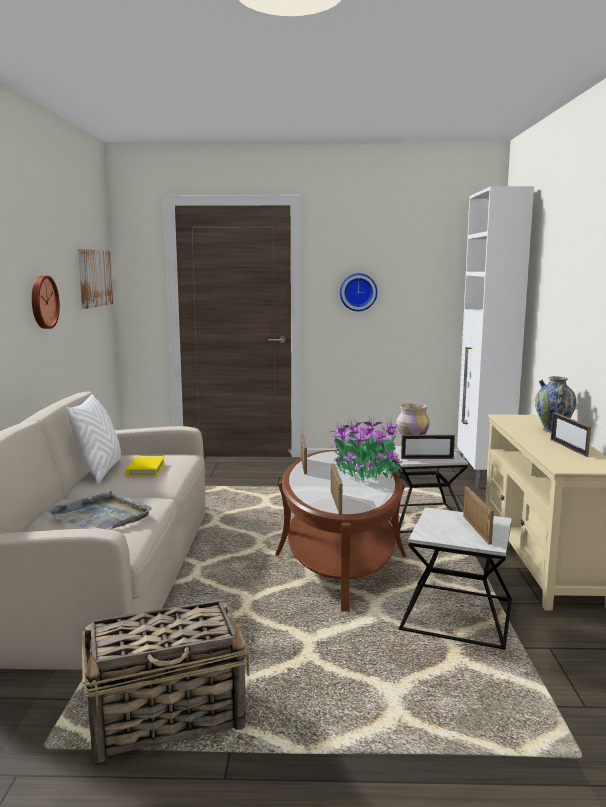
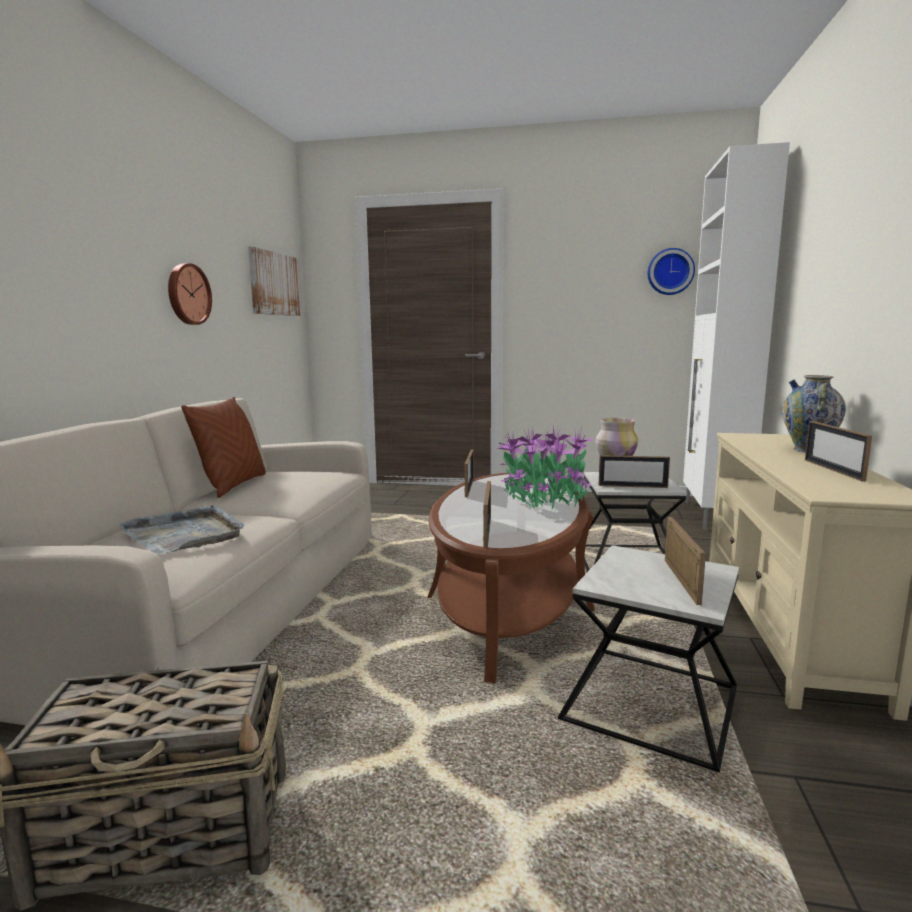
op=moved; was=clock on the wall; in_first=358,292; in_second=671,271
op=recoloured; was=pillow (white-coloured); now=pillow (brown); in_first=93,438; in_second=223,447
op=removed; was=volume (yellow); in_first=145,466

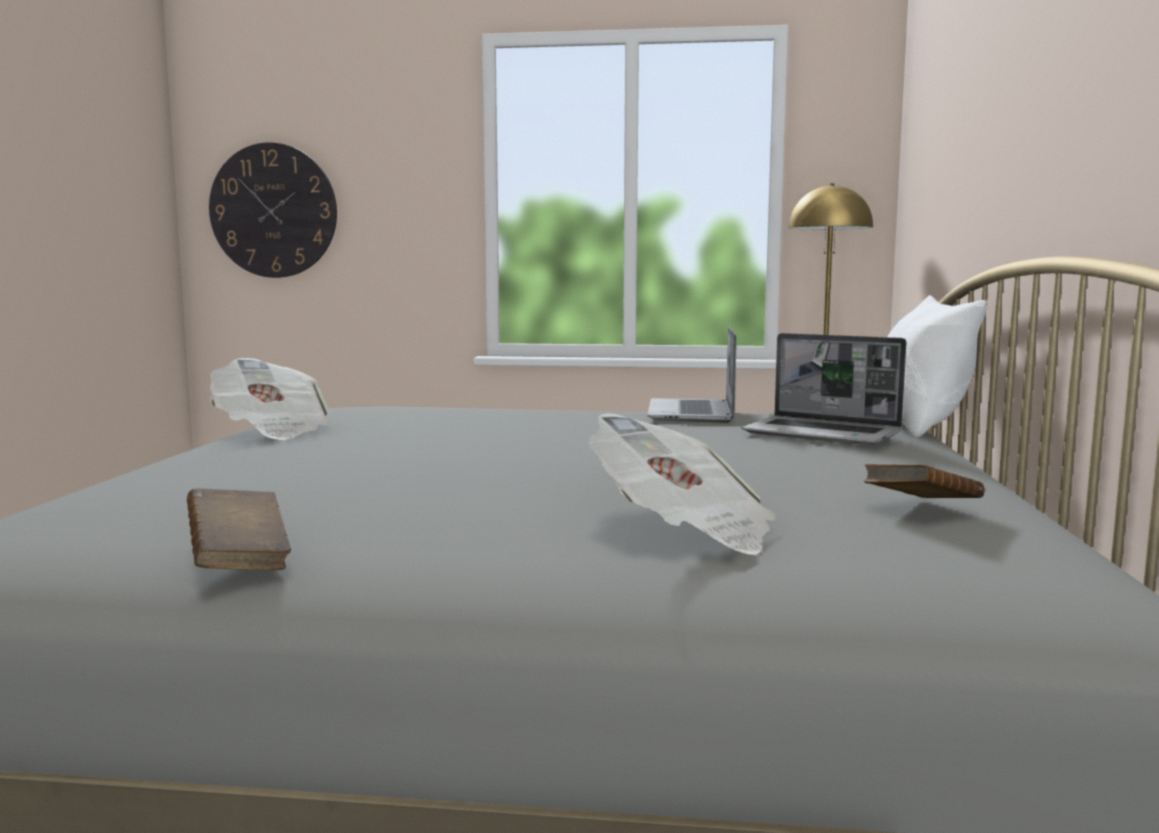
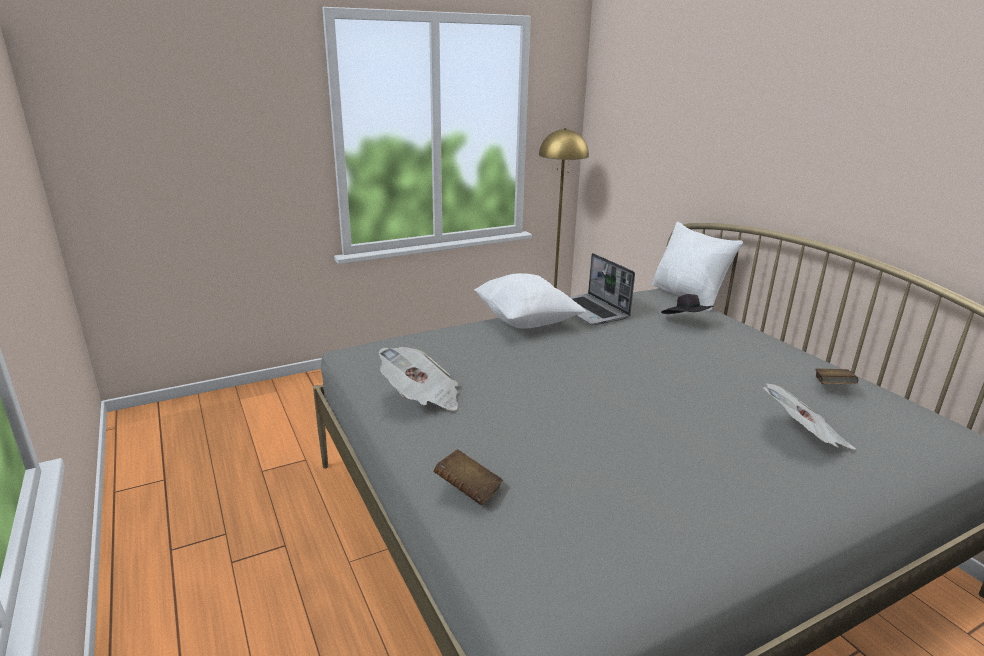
op=removed; was=clock on the wall; in_first=273,210
op=replaced; was=portable computer; now=hat (black-coloured); in_first=824,389; in_second=687,304
op=moved; was=volume (brown); in_first=239,529; in_second=468,477
op=added; now=pillow (white-coloured); in_second=530,301

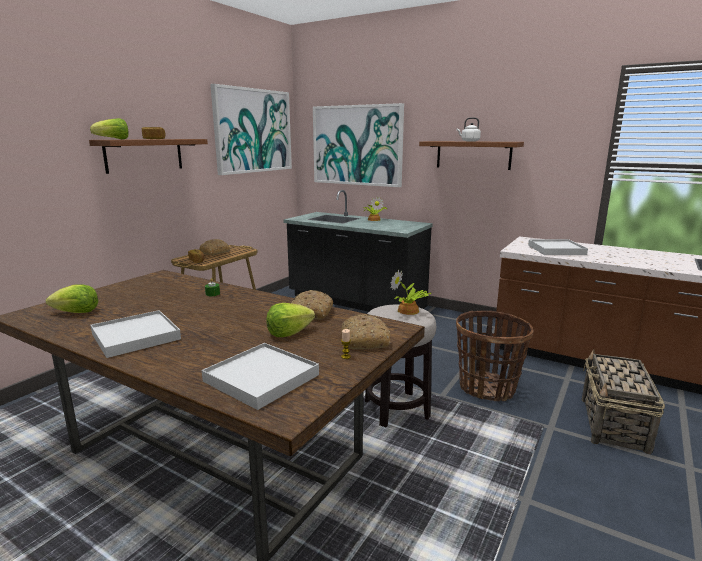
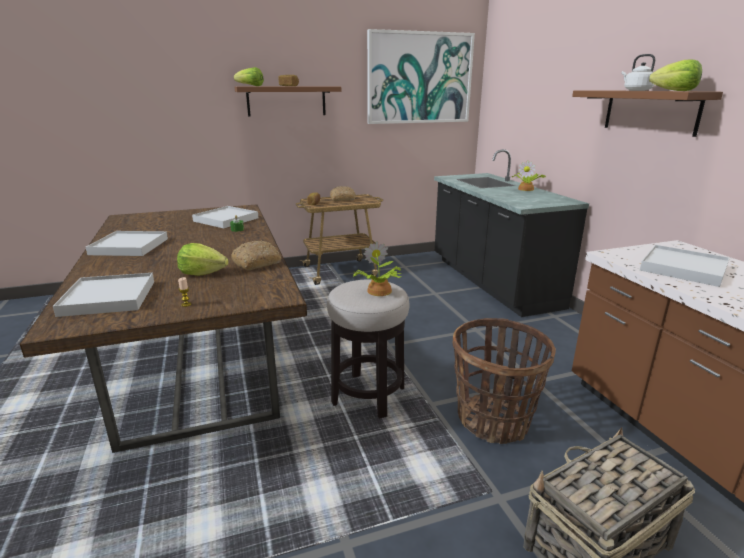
op=removed; was=wall picture; in_first=358,145
op=moved; was=head of lettuce; in_first=72,298; in_second=675,75
op=removed; was=bread; in_first=365,332
op=added; now=tray (white-coloured); in_second=225,217

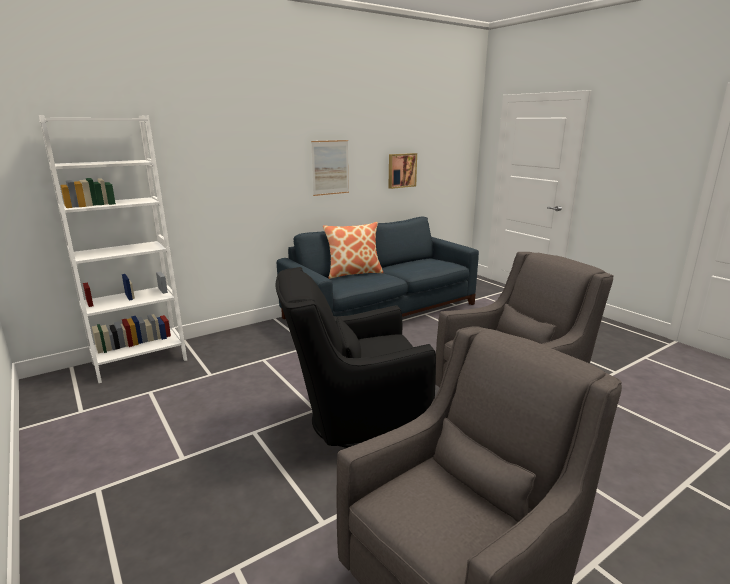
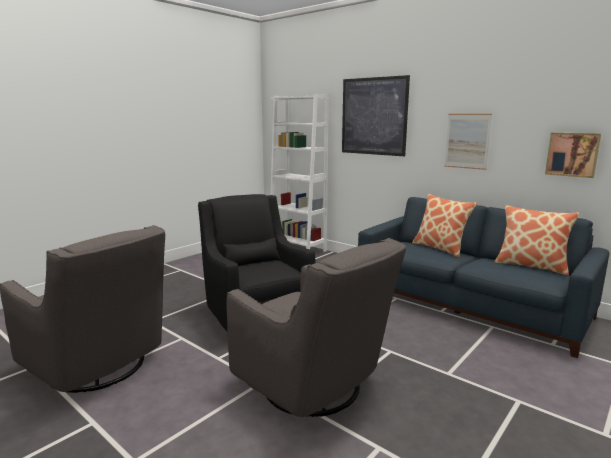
op=added; now=wall picture; in_second=376,115
op=added; now=pillow; in_second=537,240

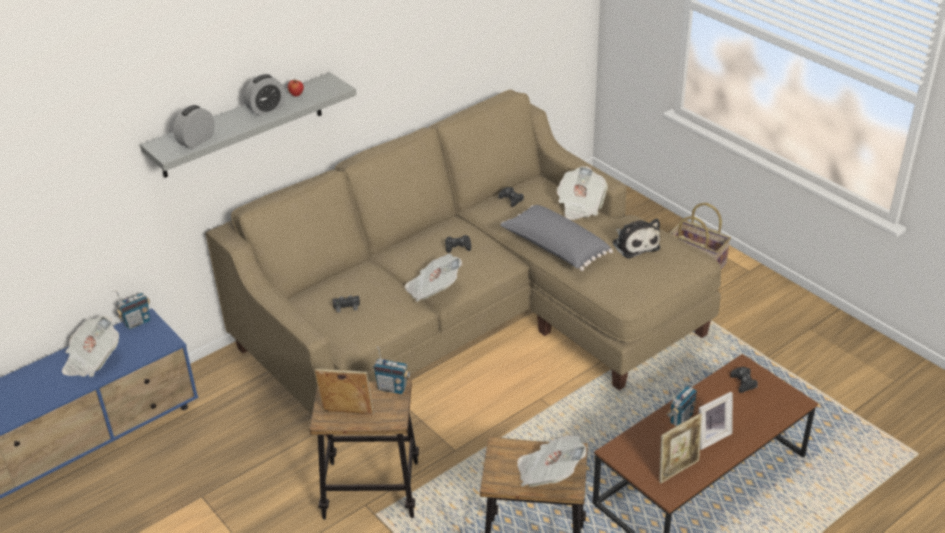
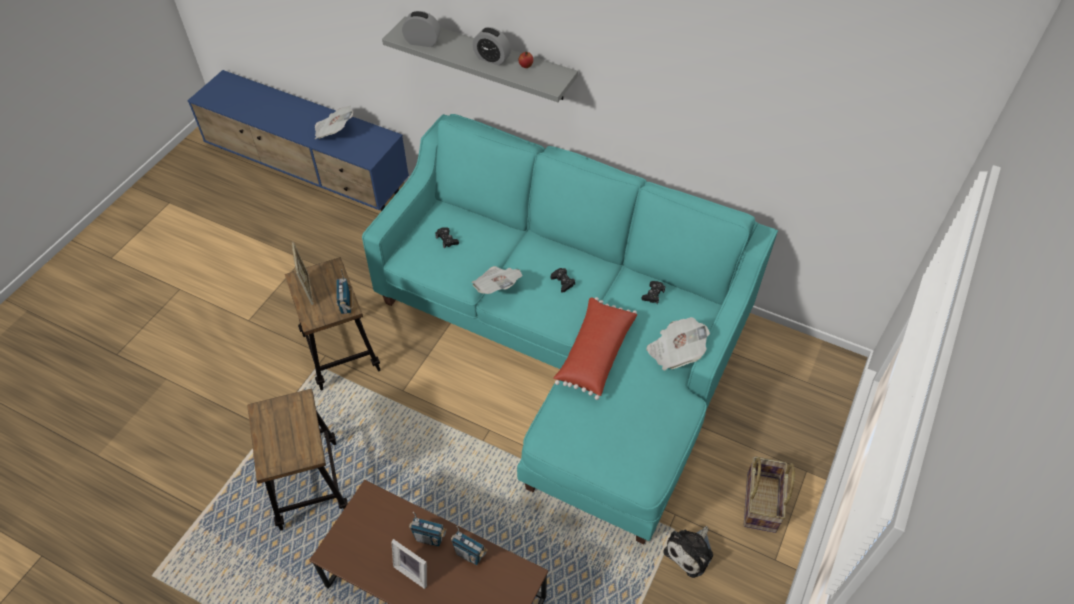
op=recoloured; was=couch (beige); now=couch (blue-green); in_first=463,263; in_second=570,329
op=recoloured; was=pillow (gray); now=pillow (reddish); in_first=556,238; in_second=595,348
op=moved; was=cuddly toy; in_first=636,239; in_second=688,552
op=moved; was=radio receiver; in_first=132,310; in_second=469,545
op=removed; was=gamepad (black-coloured); in_first=744,380
op=removed; was=picture frame; in_first=680,448
op=removed; was=daily paper; in_first=551,461

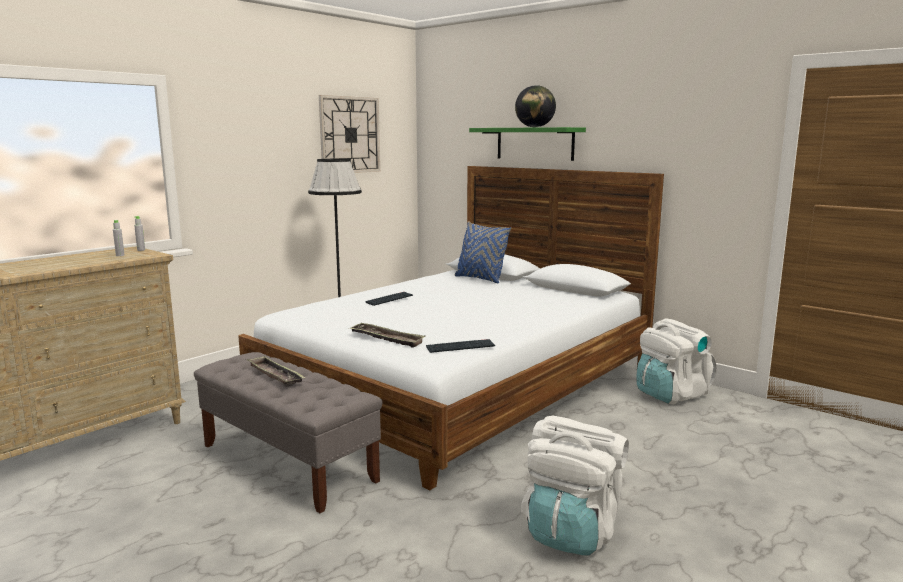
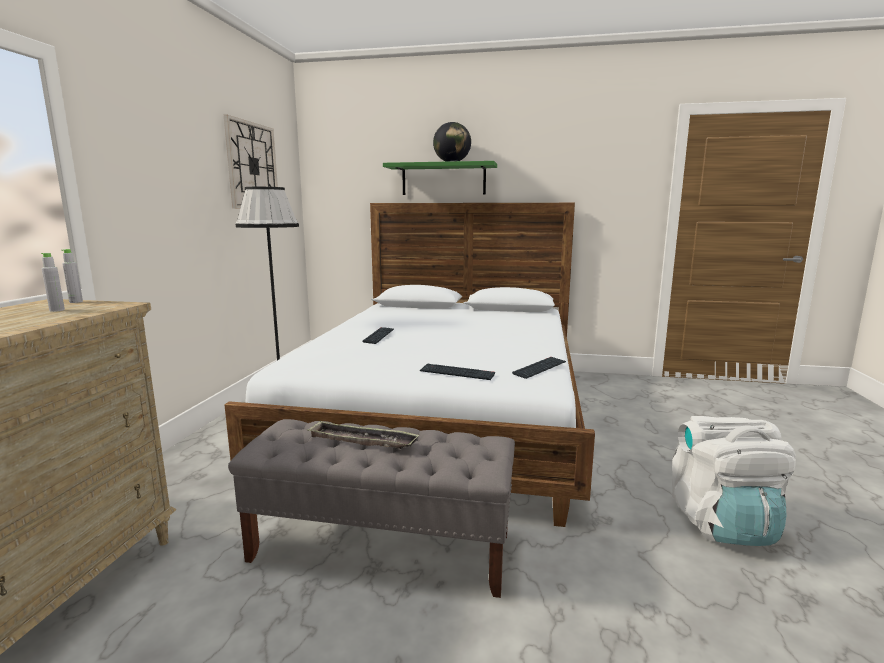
op=removed; was=pillow (bluish); in_first=483,252
op=removed; was=rucksack (white-coloured); in_first=677,361
op=replaced; was=tray; now=PC keyboard; in_first=387,335; in_second=457,372

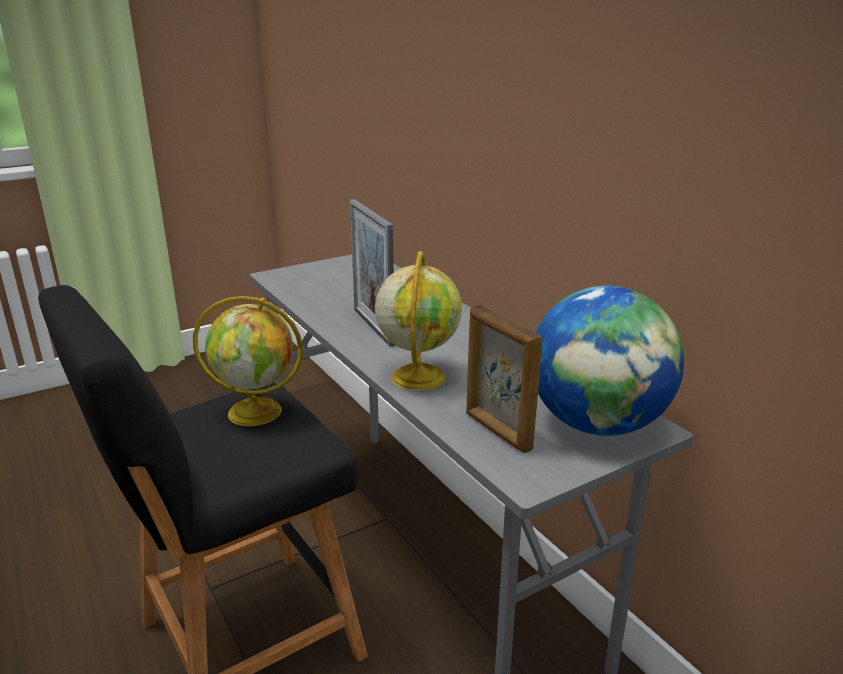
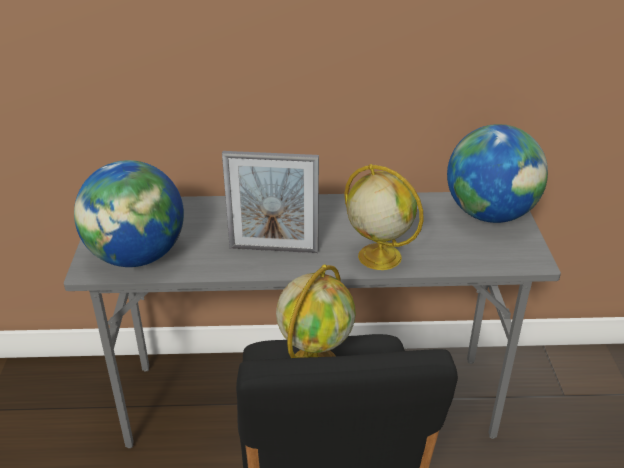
op=removed; was=picture frame; in_first=504,379
op=added; now=desk globe; in_second=129,213

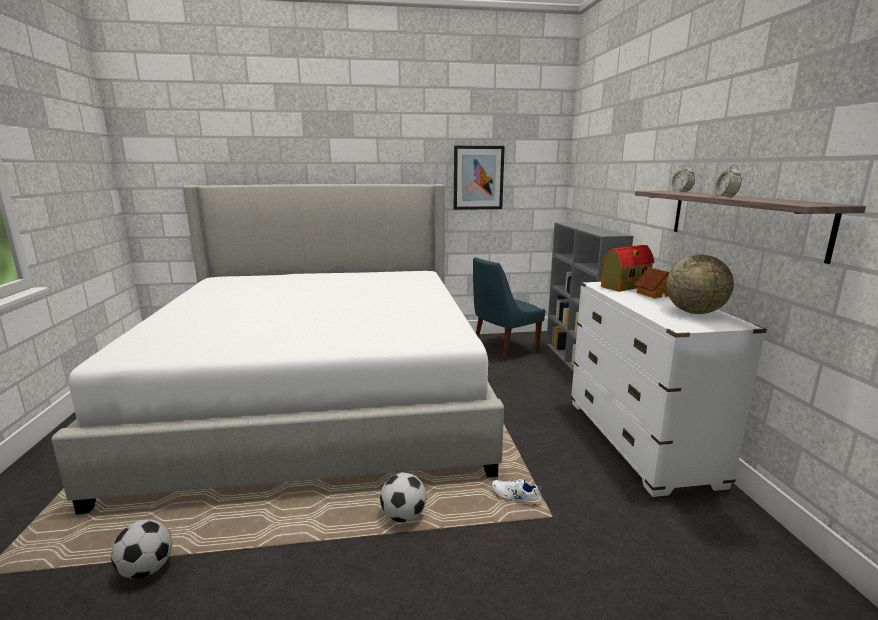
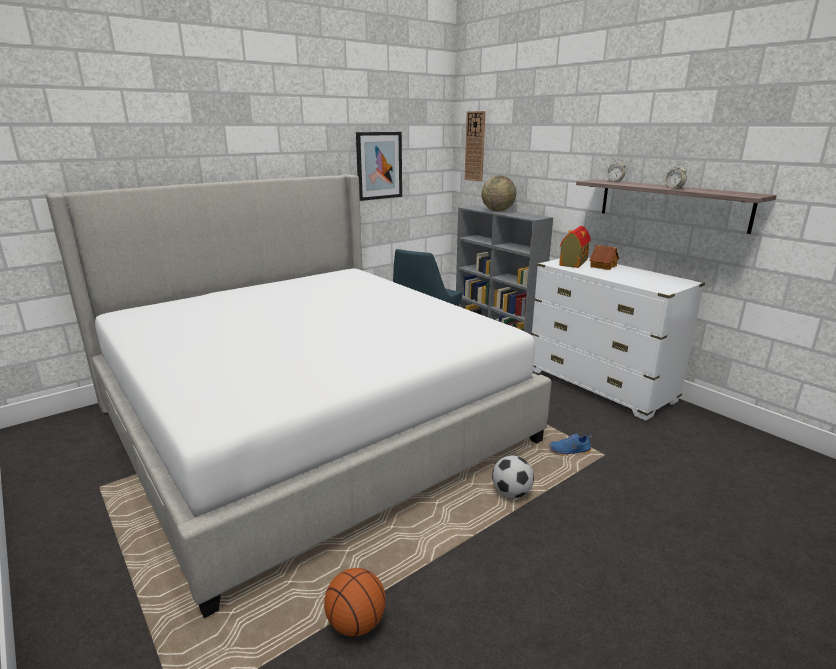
op=moved; was=desk globe; in_first=700,284; in_second=498,193
op=recoloured; was=shoe (white-coloured); now=shoe (bluish); in_first=517,493; in_second=570,444
op=replaced; was=ball for football; now=basketball ball; in_first=141,549; in_second=355,602
op=added; now=clock on the wall; in_second=475,146

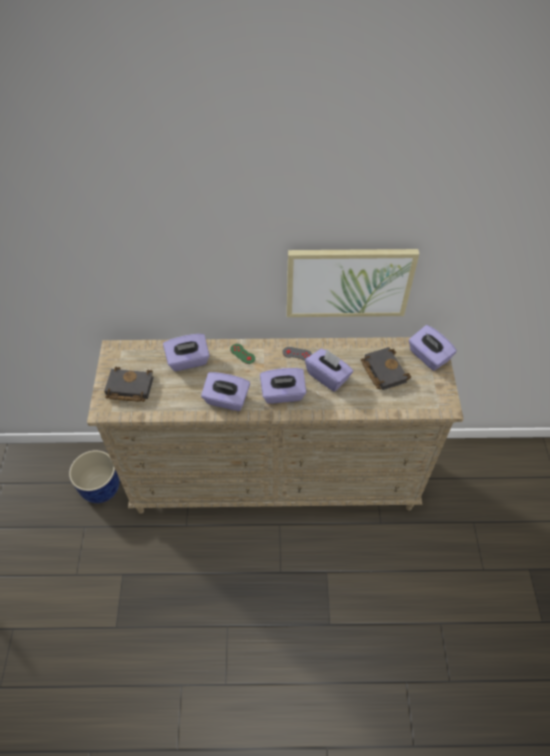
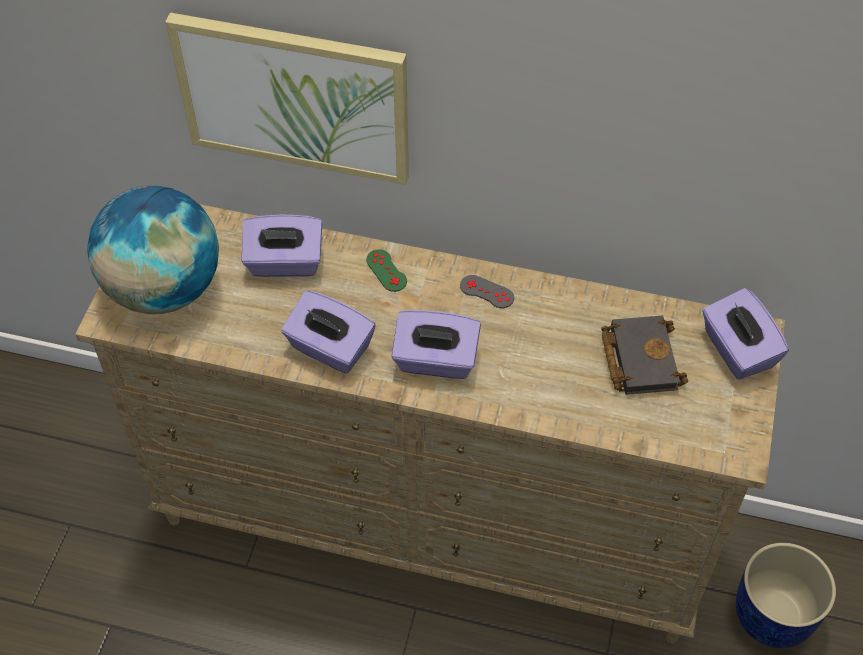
op=moved; was=wall picture; in_first=353,283; in_second=287,99
op=removed; was=tissue holder (purplish); in_first=329,370
op=replaced; was=volume (black-coloured); now=desk globe; in_first=129,384; in_second=153,250
op=moved; was=flower pot (bluish); in_first=94,476; in_second=786,595

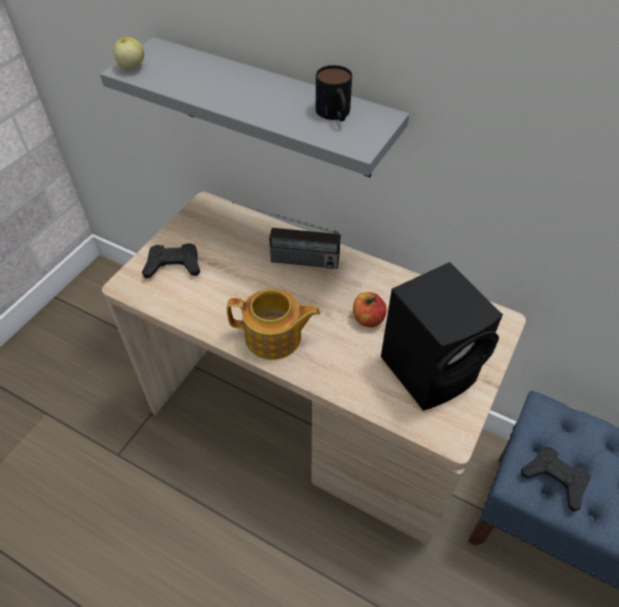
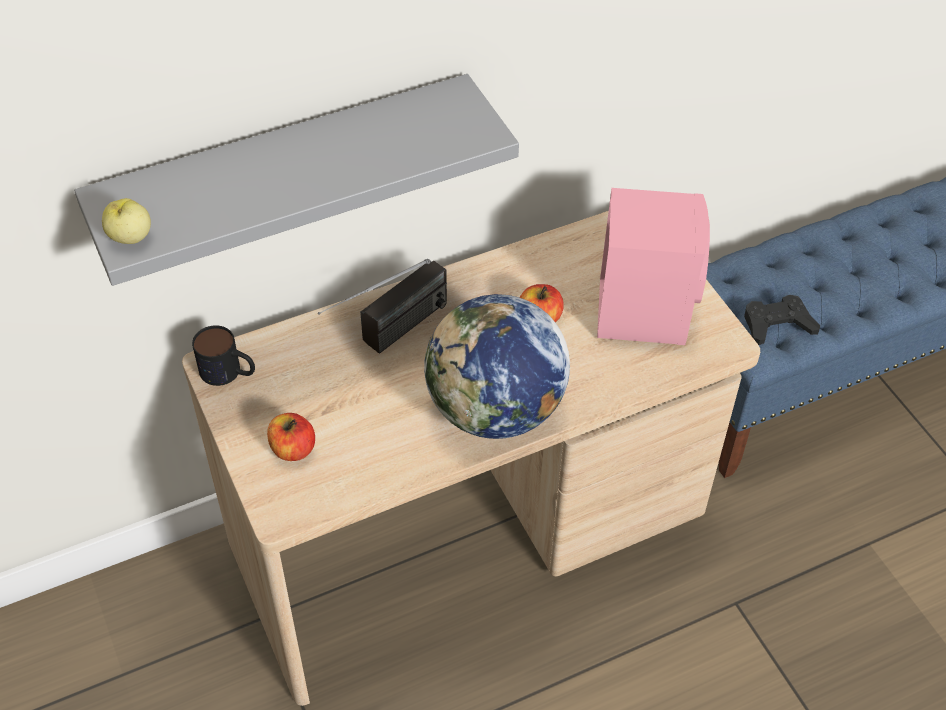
op=moved; was=mug; in_first=334,93; in_second=223,355
op=replaced; was=gamepad (black-coloured); now=apple; in_first=171,261; in_second=291,437
op=recoloured; was=speaker (black-coloured); now=speaker (pinkish); in_first=442,336; in_second=653,266
op=replaced; was=pot for tea; now=desk globe; in_first=273,324; in_second=497,366

